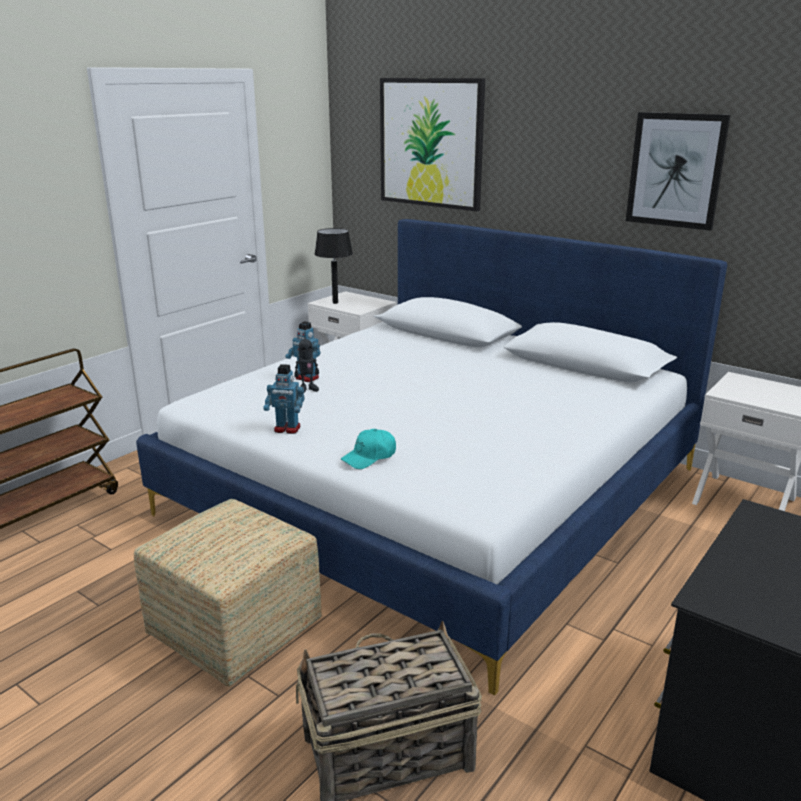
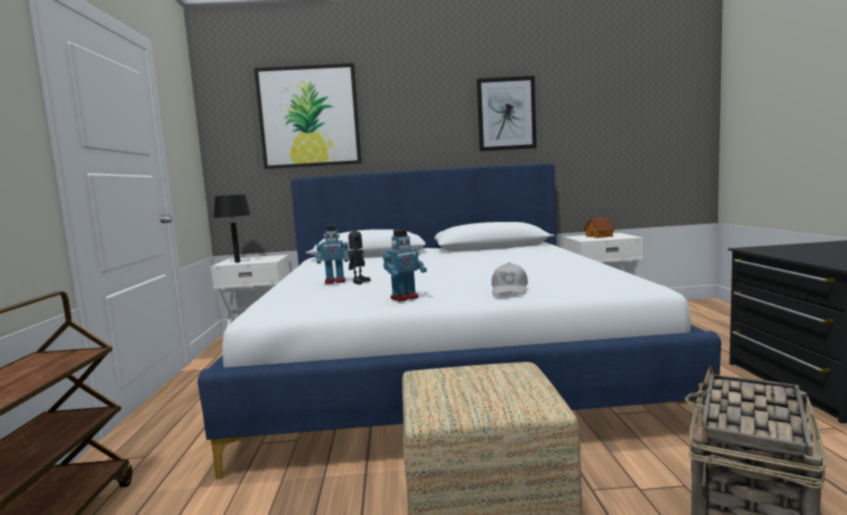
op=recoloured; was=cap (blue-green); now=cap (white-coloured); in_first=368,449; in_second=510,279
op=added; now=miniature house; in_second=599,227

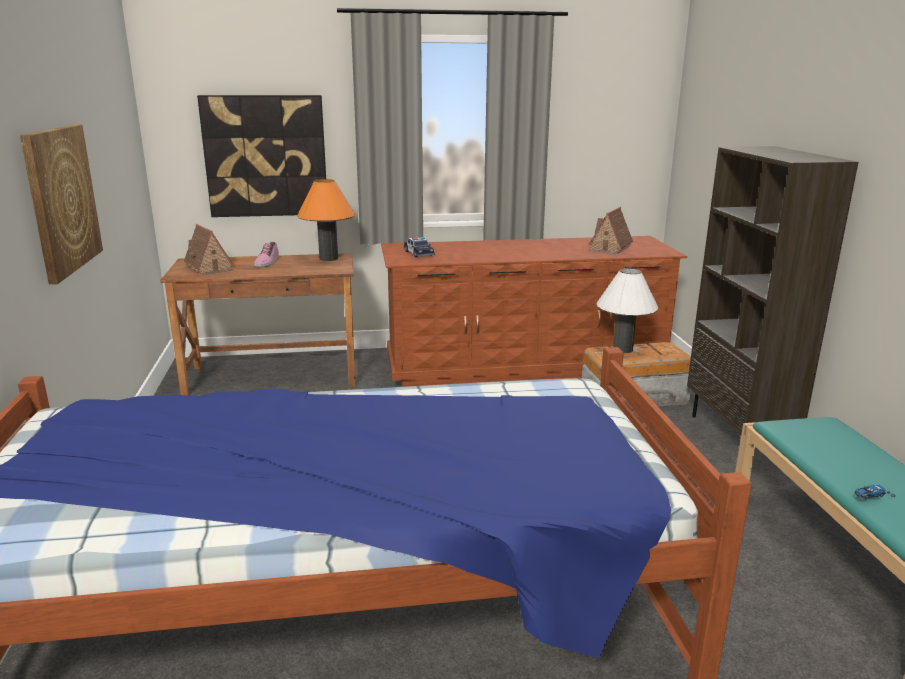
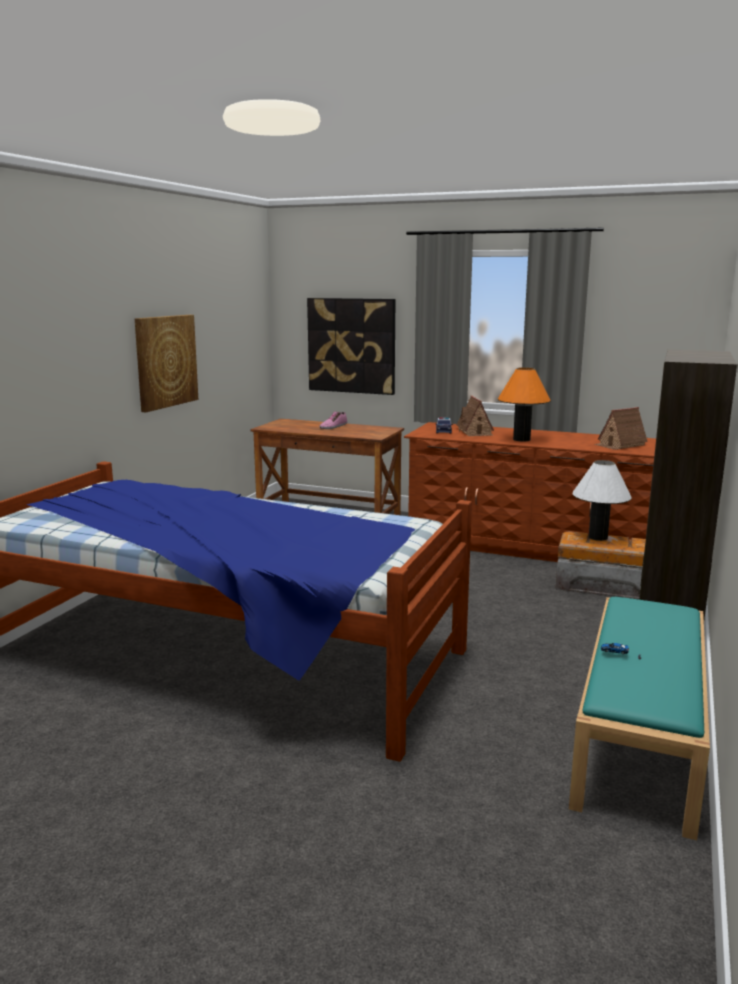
op=moved; was=tabletop lamp (orangey); in_first=326,220; in_second=524,404
op=moved; was=miniature house; in_first=209,249; in_second=475,415

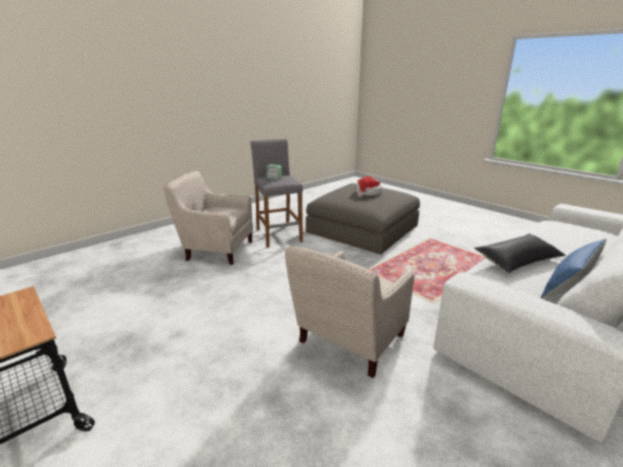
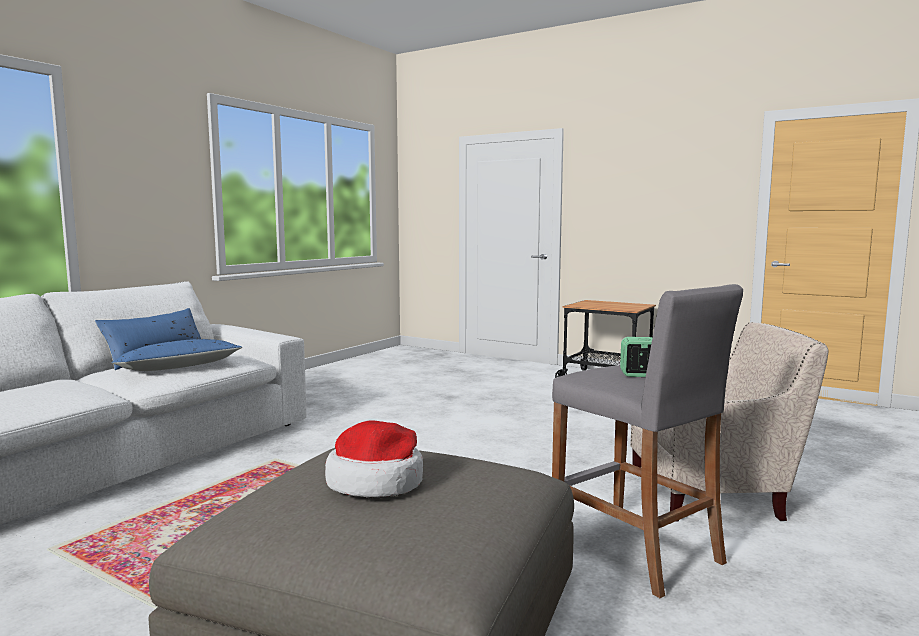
op=recoloured; was=pillow (black-coloured); now=pillow (bluish); in_first=520,253; in_second=176,355
op=removed; was=armchair (beige); in_first=349,312

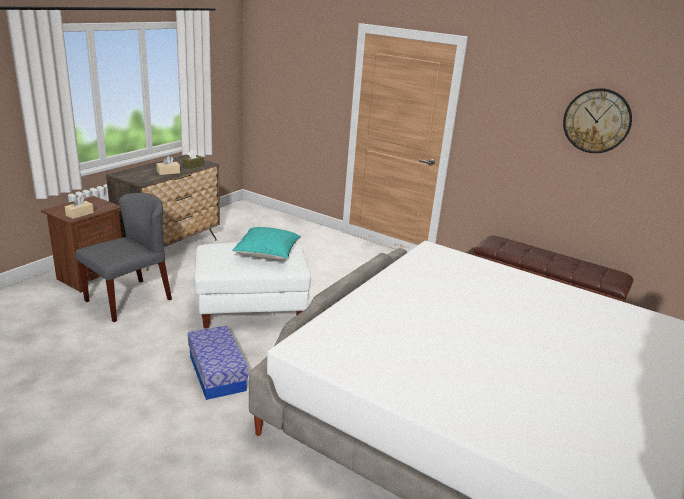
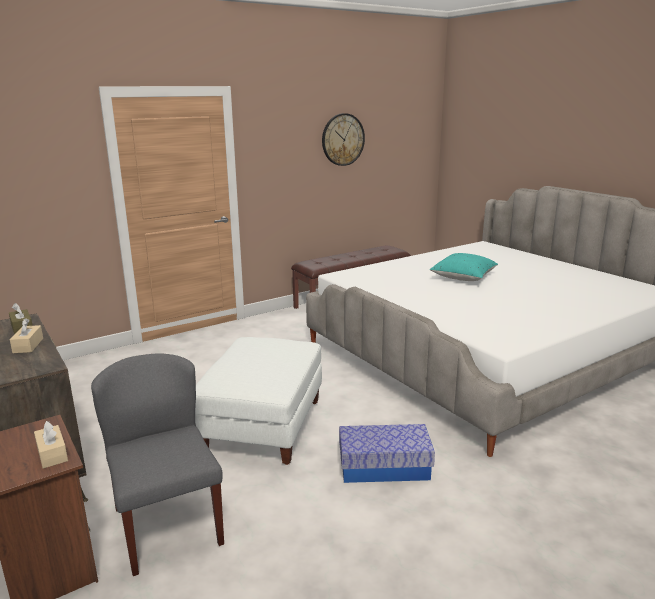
op=moved; was=pillow (blue-green); in_first=266,243; in_second=464,267

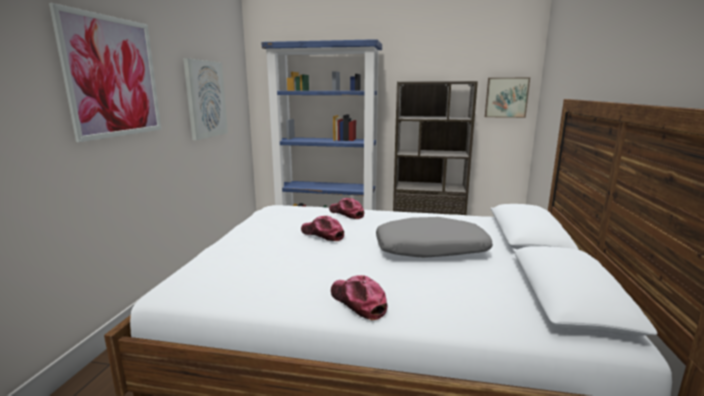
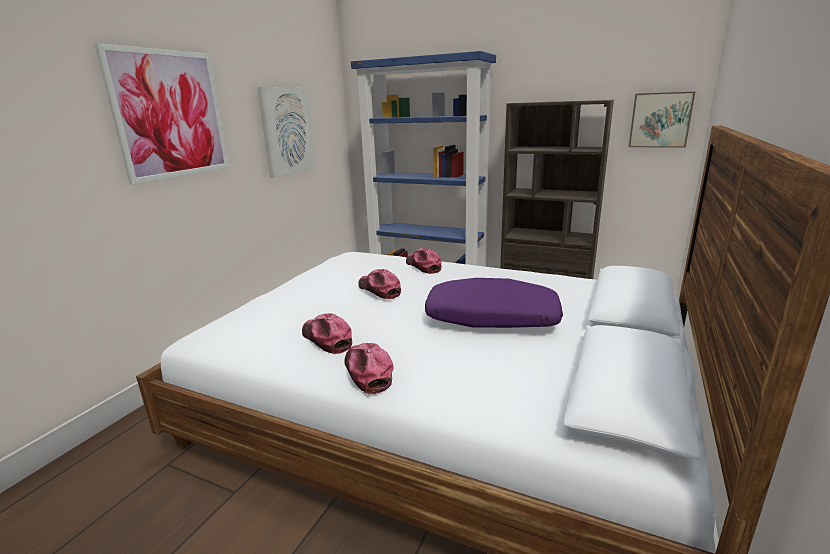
op=recoloured; was=pillow (gray); now=pillow (purplish); in_first=434,237; in_second=494,303
op=added; now=cap; in_second=327,333

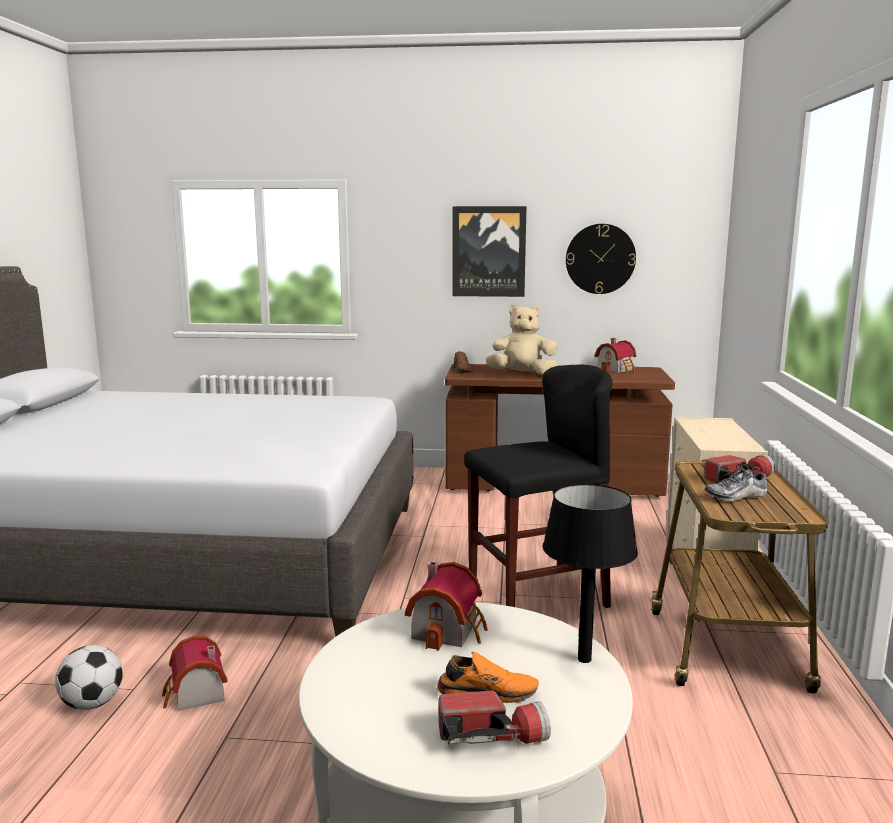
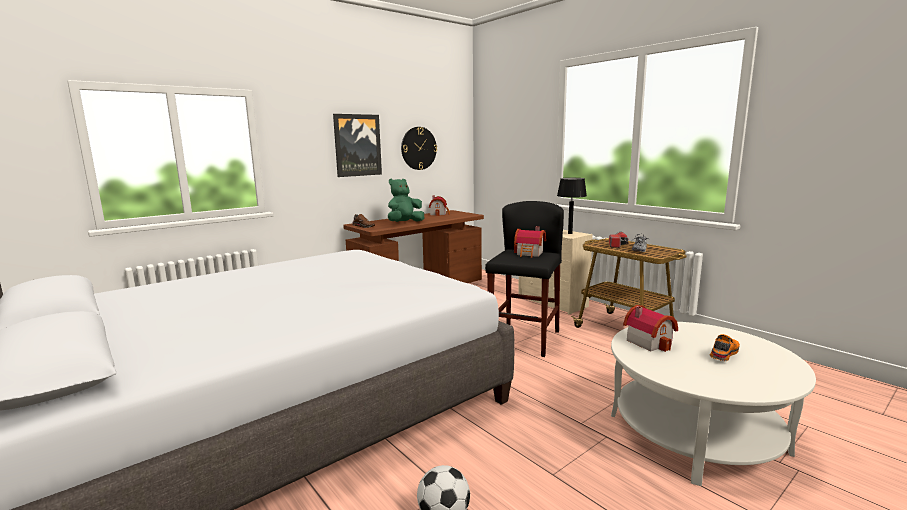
op=recoloured; was=cuddly toy (beige); now=cuddly toy (green); in_first=522,340; in_second=406,200
op=moved; was=tabletop lamp (black-coloured); in_first=590,573; in_second=572,206
op=moved; was=miniature house; in_first=195,673; in_second=530,242
op=removed; was=hand torch; in_first=494,717

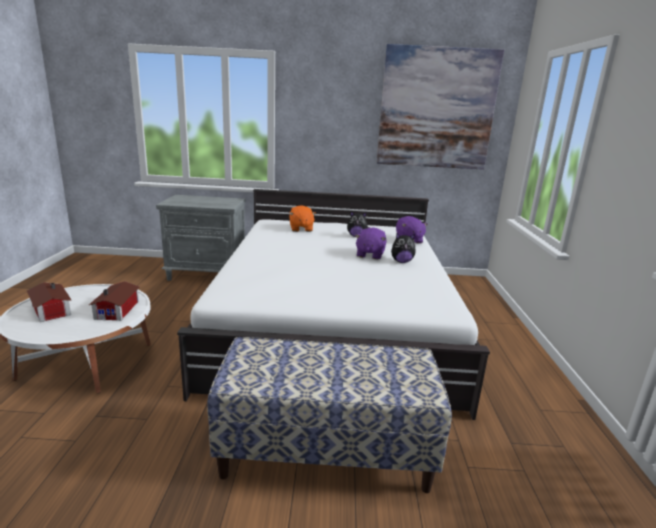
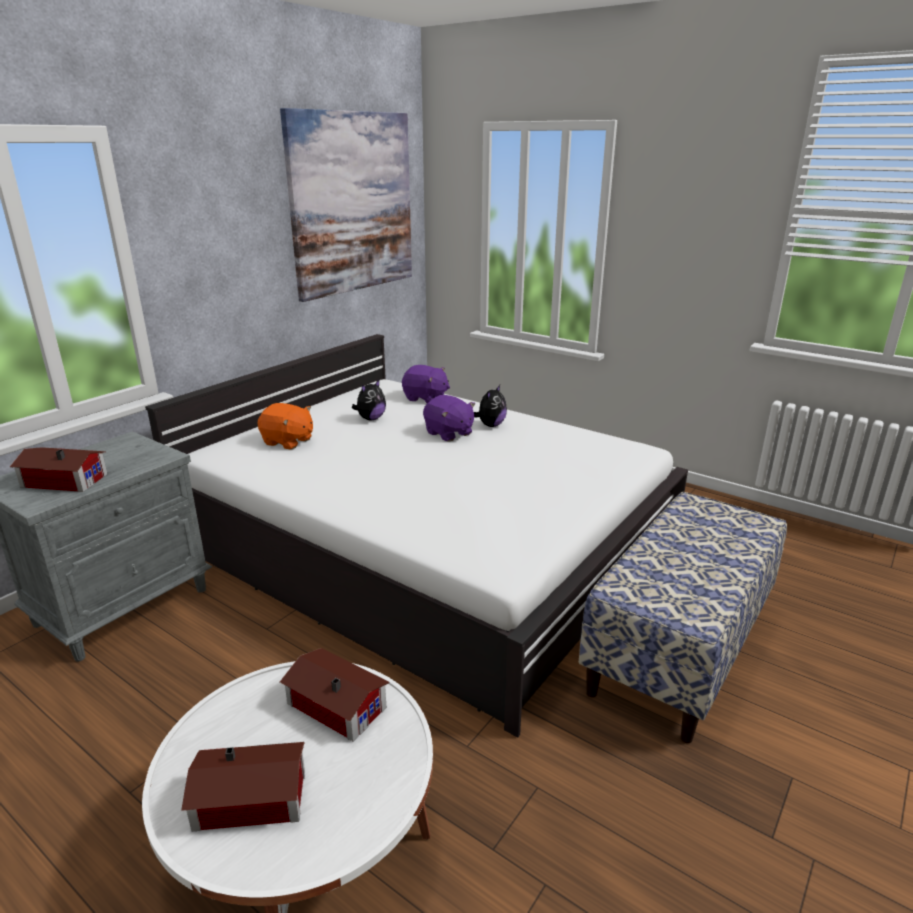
op=added; now=miniature house; in_second=59,469

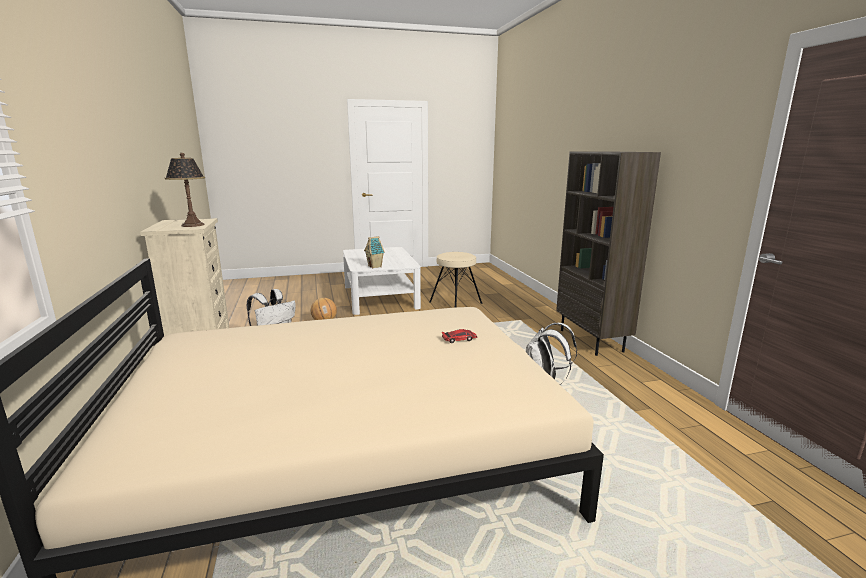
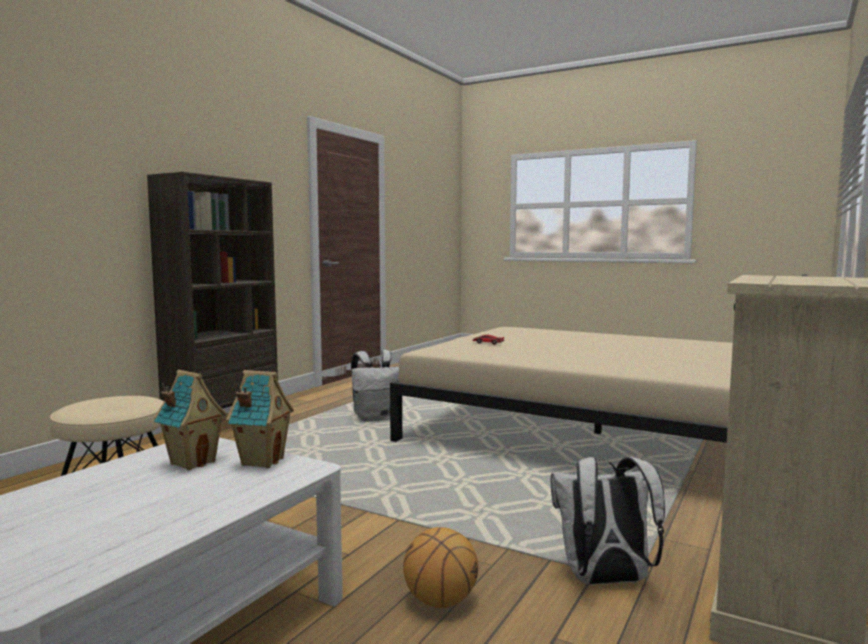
op=removed; was=tabletop lamp; in_first=185,190
op=added; now=miniature house; in_second=190,420

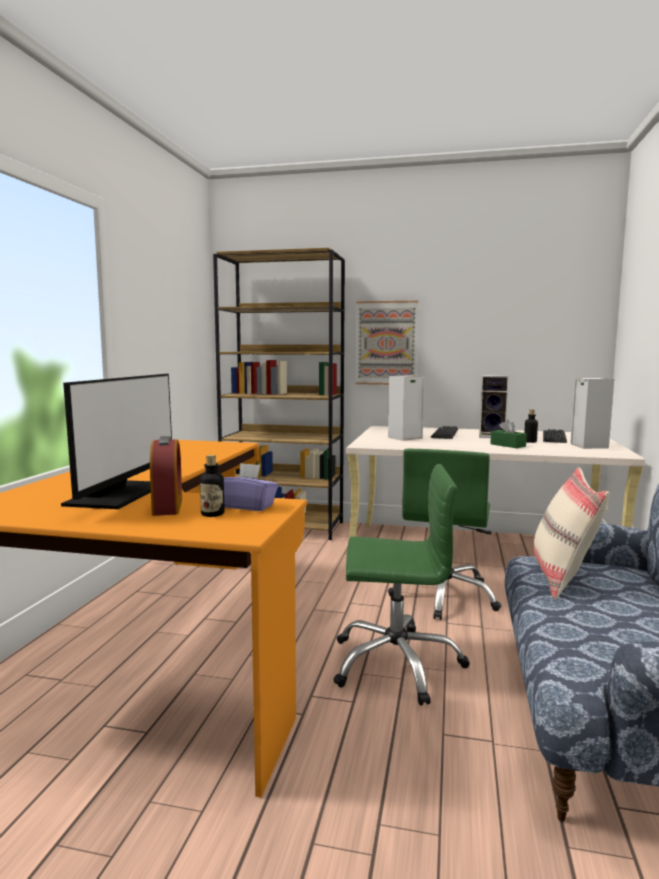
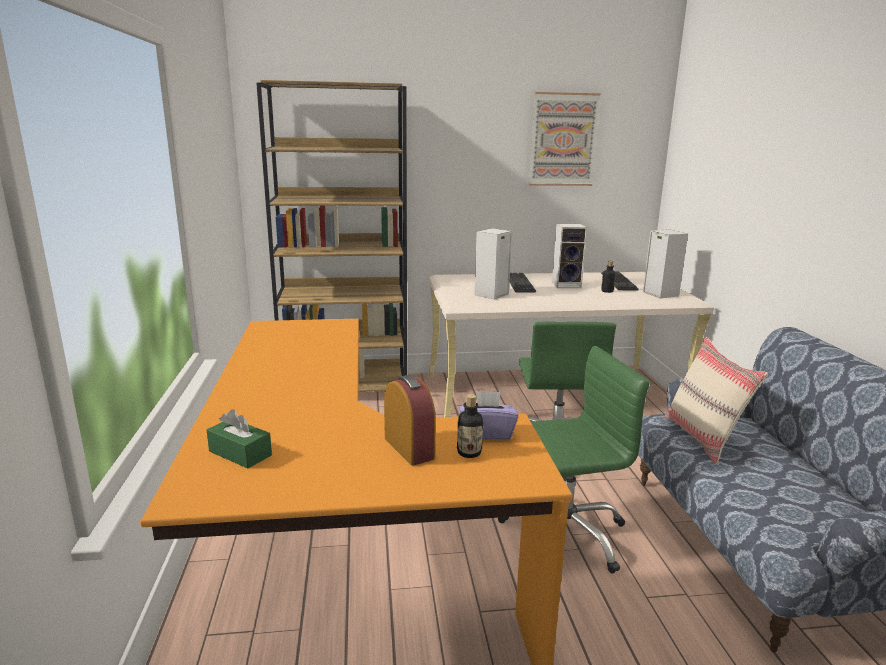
op=moved; was=wall picture; in_first=387,343; in_second=565,139
op=removed; was=computer screen; in_first=116,441
op=moved; was=tissue holder (green); in_first=509,433; in_second=239,439

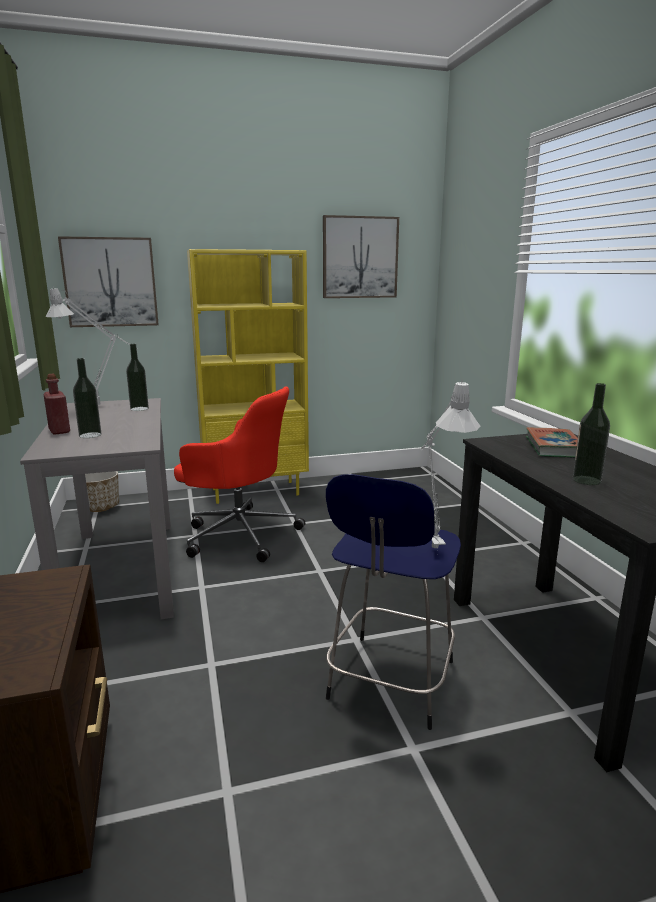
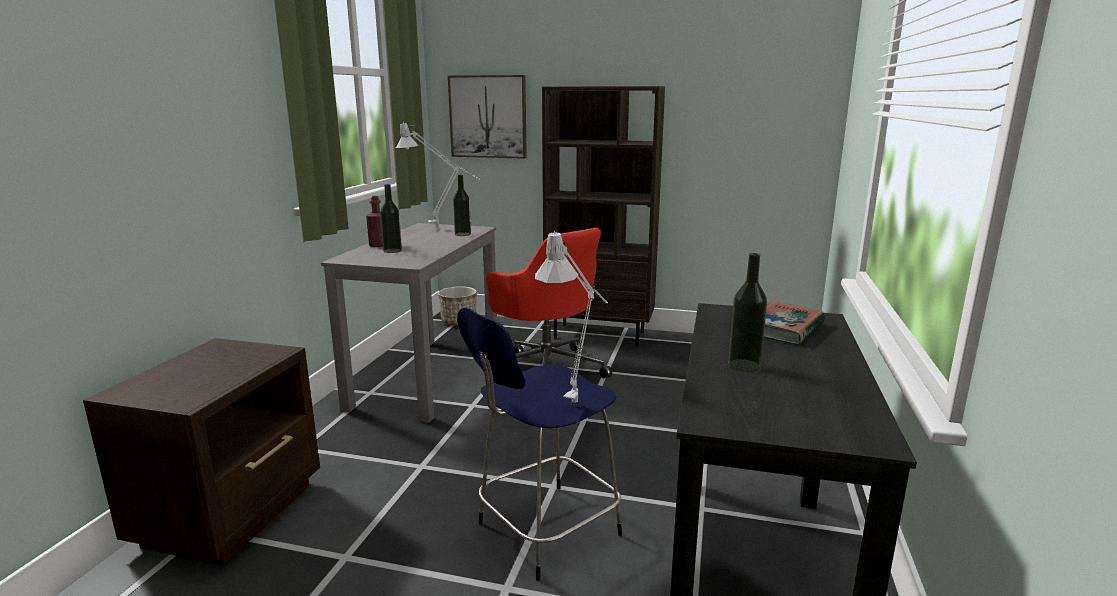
op=removed; was=wall picture; in_first=361,256
op=recoloured; was=bookcase (yellow); now=bookcase (brown); in_first=248,376; in_second=603,216

